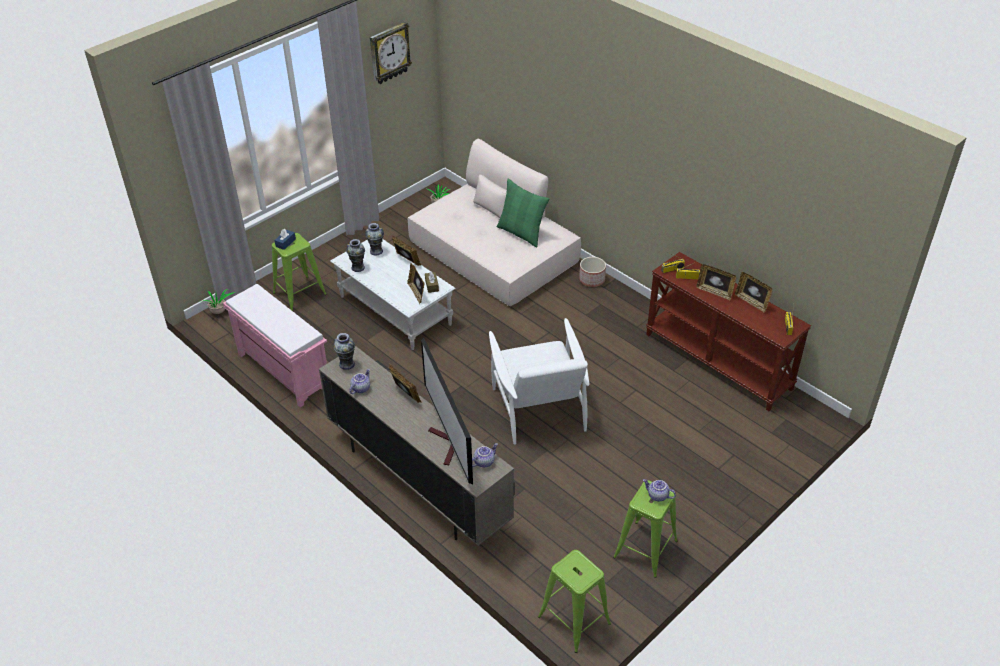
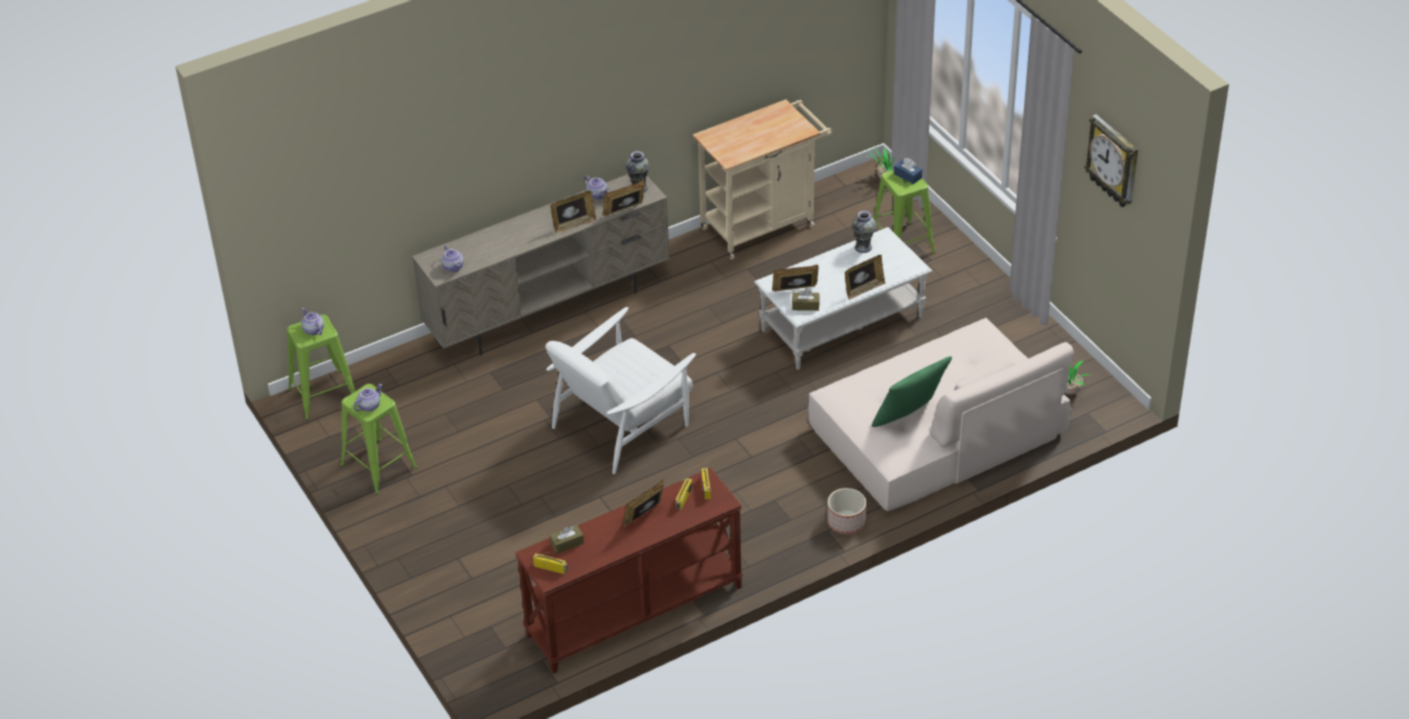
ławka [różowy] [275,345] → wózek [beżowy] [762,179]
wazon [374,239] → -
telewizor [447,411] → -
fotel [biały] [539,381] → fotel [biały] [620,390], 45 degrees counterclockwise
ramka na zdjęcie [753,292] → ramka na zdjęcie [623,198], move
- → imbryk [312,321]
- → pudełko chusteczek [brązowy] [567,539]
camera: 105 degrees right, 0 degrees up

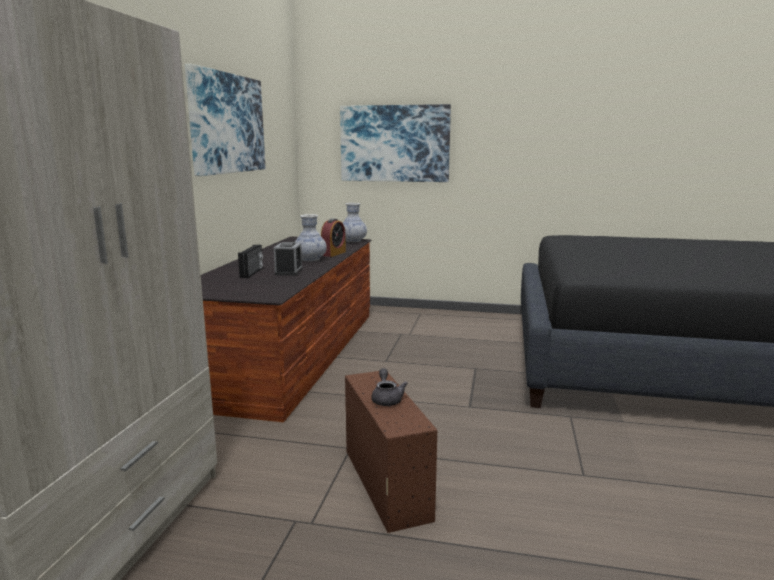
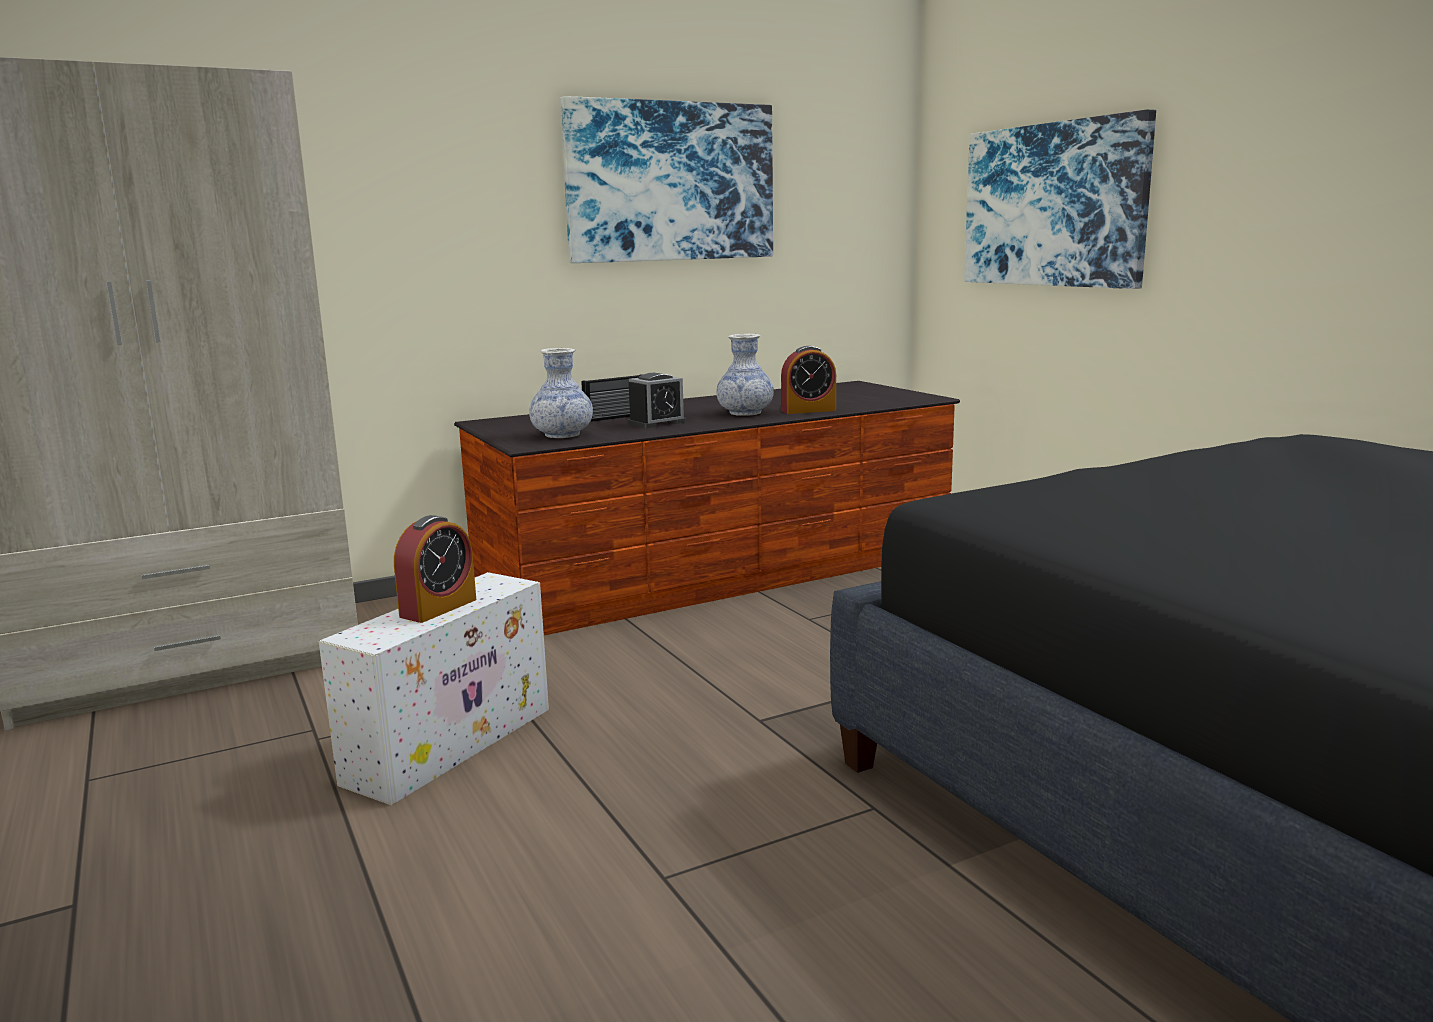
wazon [355,222] → wazon [561,393], move
pojemnik do przechowywania [brązowy] [391,452] → pojemnik do przechowywania [biały] [434,688]
imbryk [szary] [389,387] → budzik [435,569]
camera: 50 degrees right, 0 degrees up

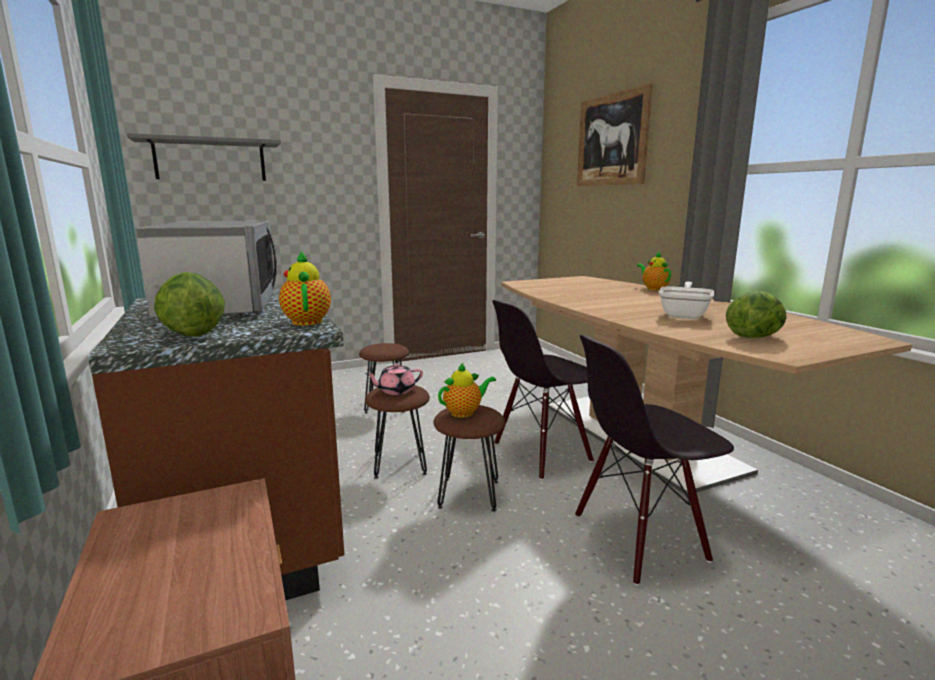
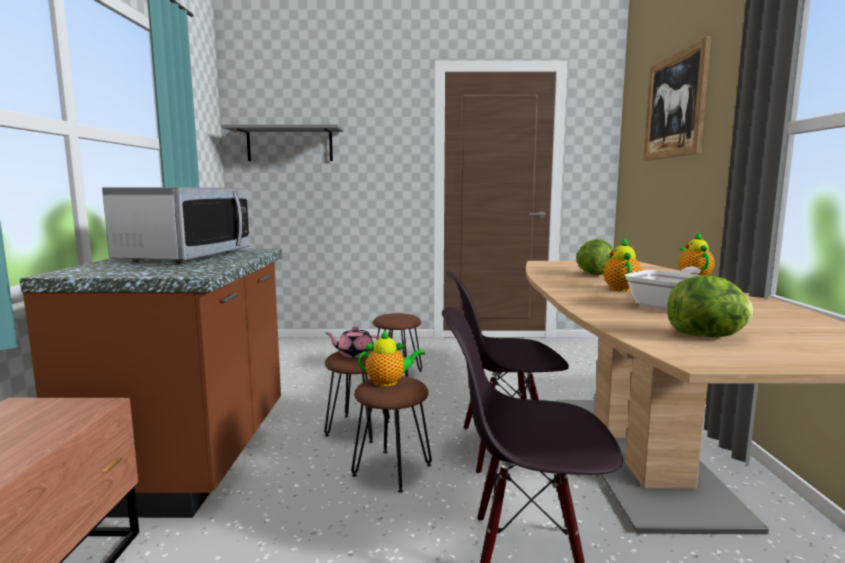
sałata [189,304] → sałata [594,257], move
imbryk [305,288] → imbryk [622,265], move
camera: 25 degrees right, 5 degrees down

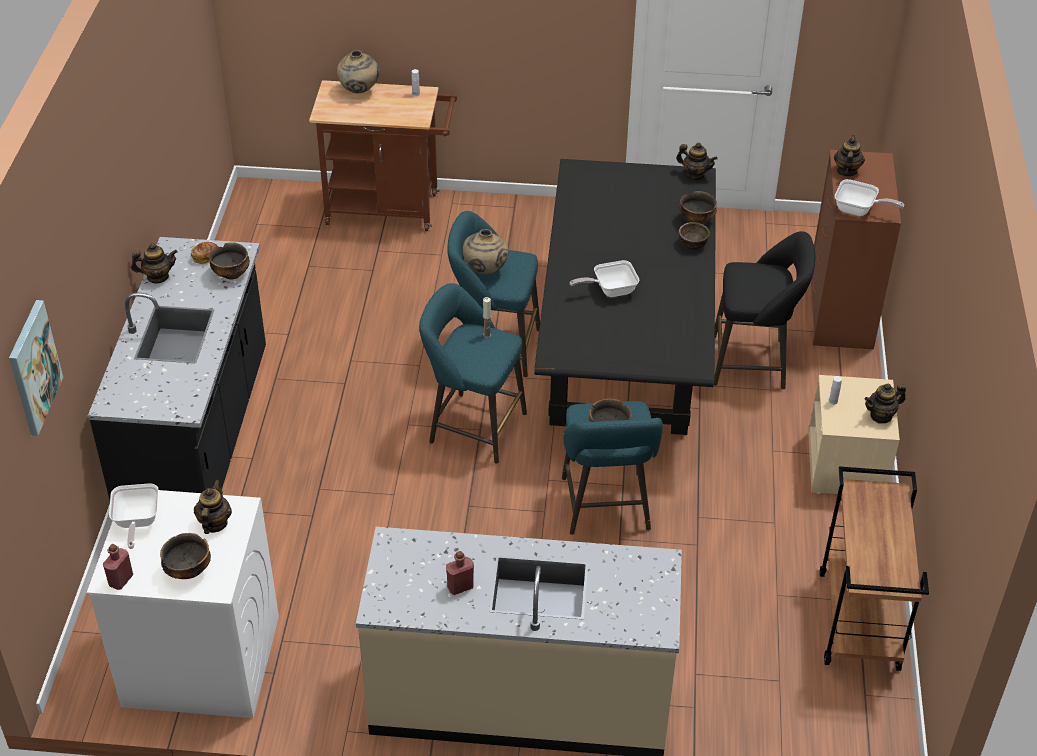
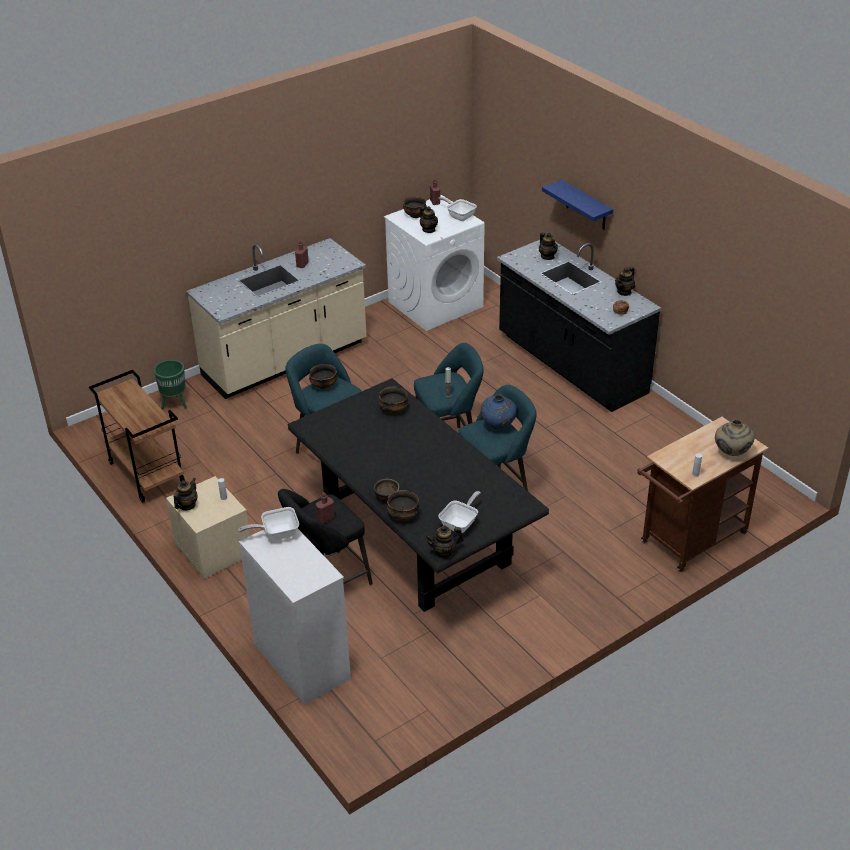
obraz [36,368] → -
miska [229,261] → miska [393,400], move
wazon [beżowy] [486,251] → wazon [niebieski] [499,411]
patelnia [605,278] → patelnia [459,512], move
komoda [brązowy] [856,249] → komoda [biały] [295,616]
imbryk [849,156] → imbryk [548,246], move
- → donica [zielony] [170,385]
- → butelka [czerwony] [325,507]
- → półka [niebieski] [577,205]
camera: 140 degrees right, 5 degrees down

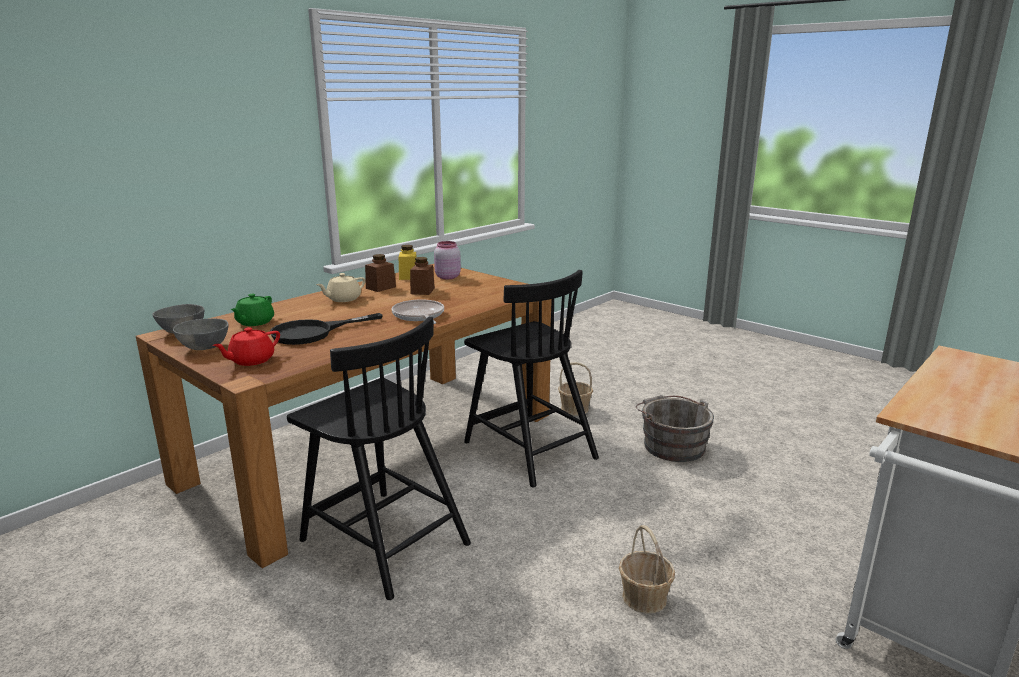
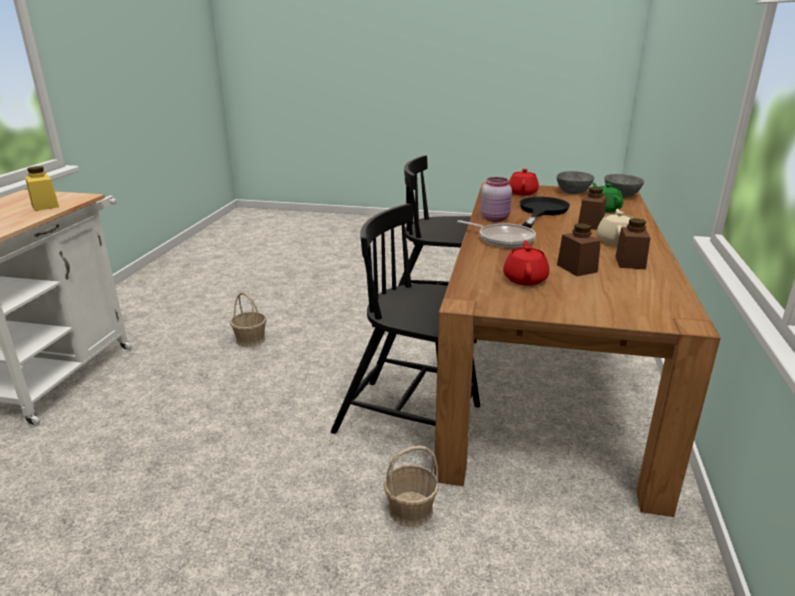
słoik [żółty] [408,262] → słoik [żółty] [42,188], move
słoik [różowy] [447,260] → słoik [różowy] [496,199], move
wiadro [szary] [674,428] → -
- → imbryk [czerwony] [526,262]
- → słoik [brązowy] [592,208]
camera: 150 degrees right, 5 degrees up

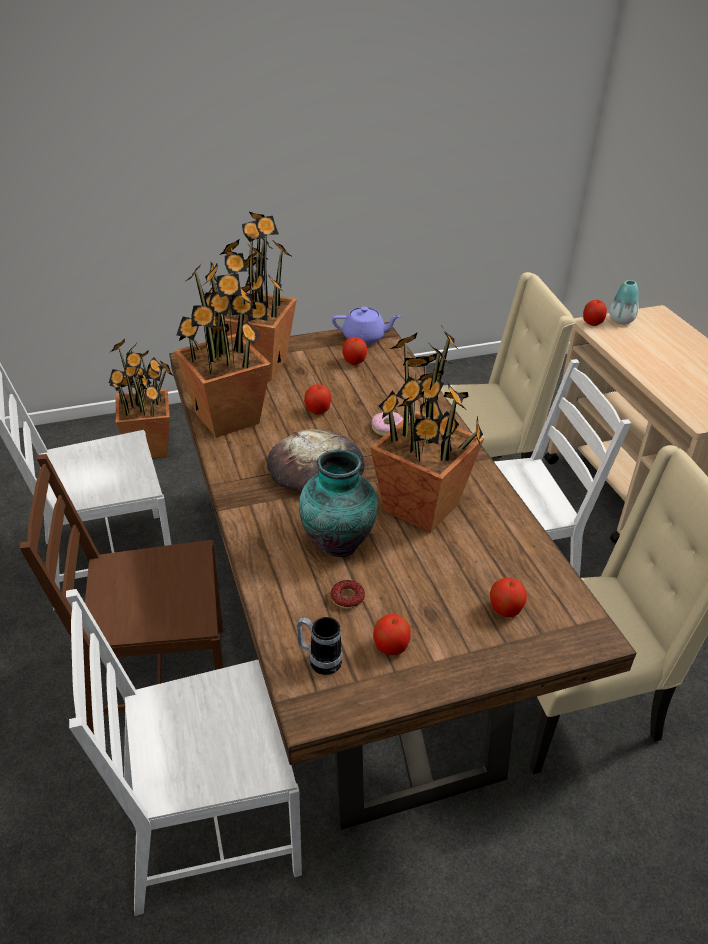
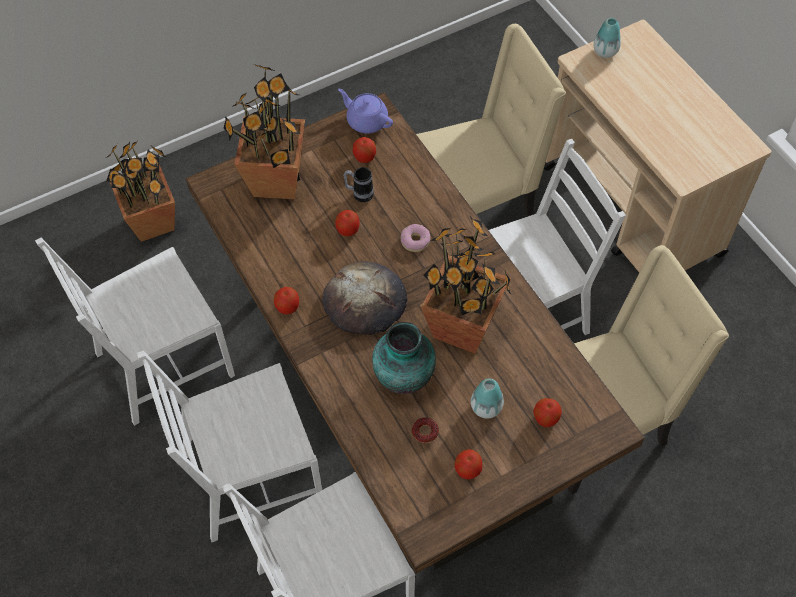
krzesło [brązowy] [121,593] → krzesło [biały] [229,446]
roślina doniczkowa [222,350] → -
kubek [319,646] → kubek [359,184], move
imbryk [fioletowy] [366,326] → imbryk [fioletowy] [365,111], 135 degrees counterclockwise
jabłko [595,313] → jabłko [286,301], move
- → wazon [487,398]
camera: 10 degrees left, 20 degrees up

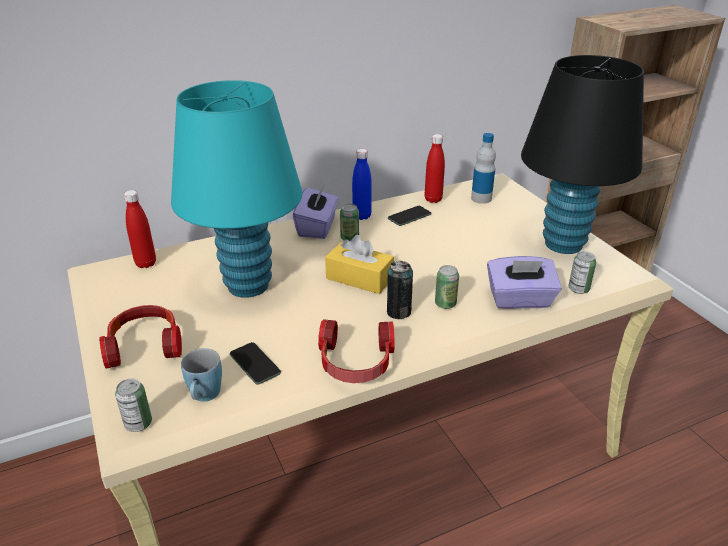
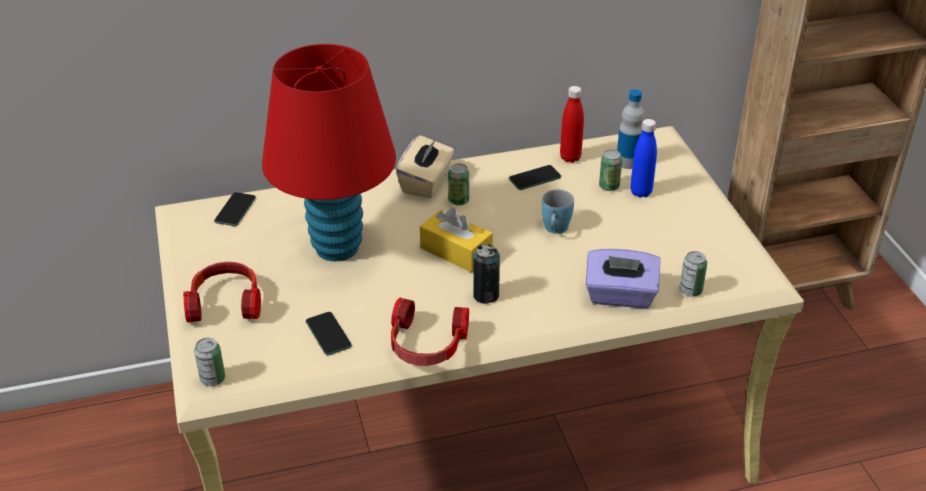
butelka [czerwony] [140,229] → telefon [235,209]
lampa stołowa [turkusowy] [236,189] → lampa stołowa [czerwony] [329,152]
kubek [niebieski] [201,375] → kubek [niebieski] [558,211], move
pudełko chusteczek [fioletowy] [315,211] → pudełko chusteczek [beżowy] [425,166]
butelka [niebieski] [362,184] → butelka [niebieski] [643,158], move
puszka [447,287] → puszka [610,170], move
lampa stołowa [czarny] [582,154] → -
camera: 10 degrees right, 5 degrees up

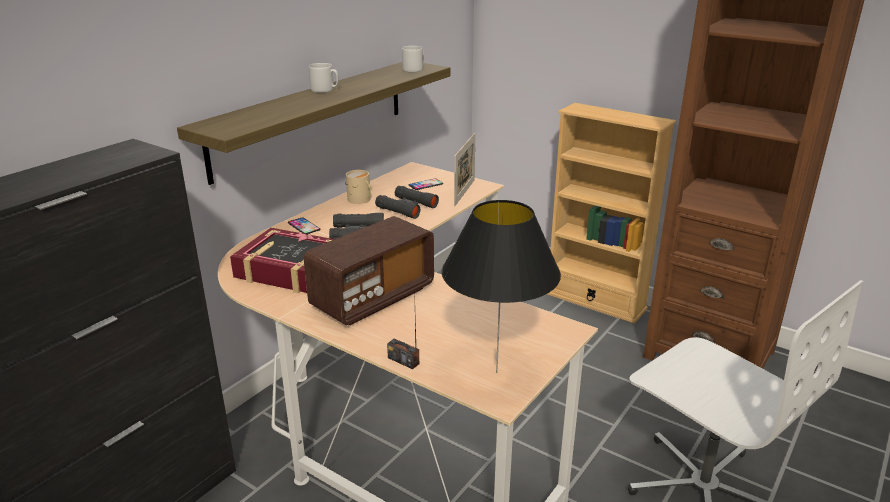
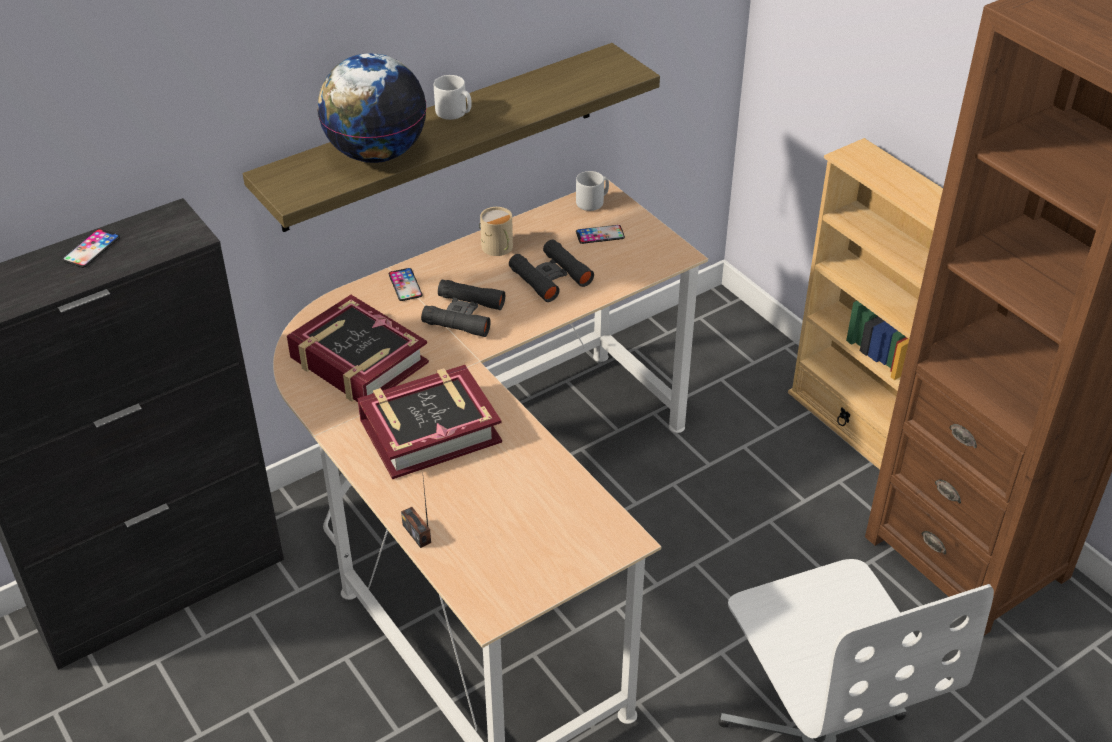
radio [369,270] → książka [429,422]
kubek [szary] [413,59] → kubek [szary] [592,191], move
lampa stołowa [czarny] [501,286] → -
ramka na zdjęcie [465,169] → -
- → telefon [91,248]
- → globus [371,108]
camera: 20 degrees right, 15 degrees up

